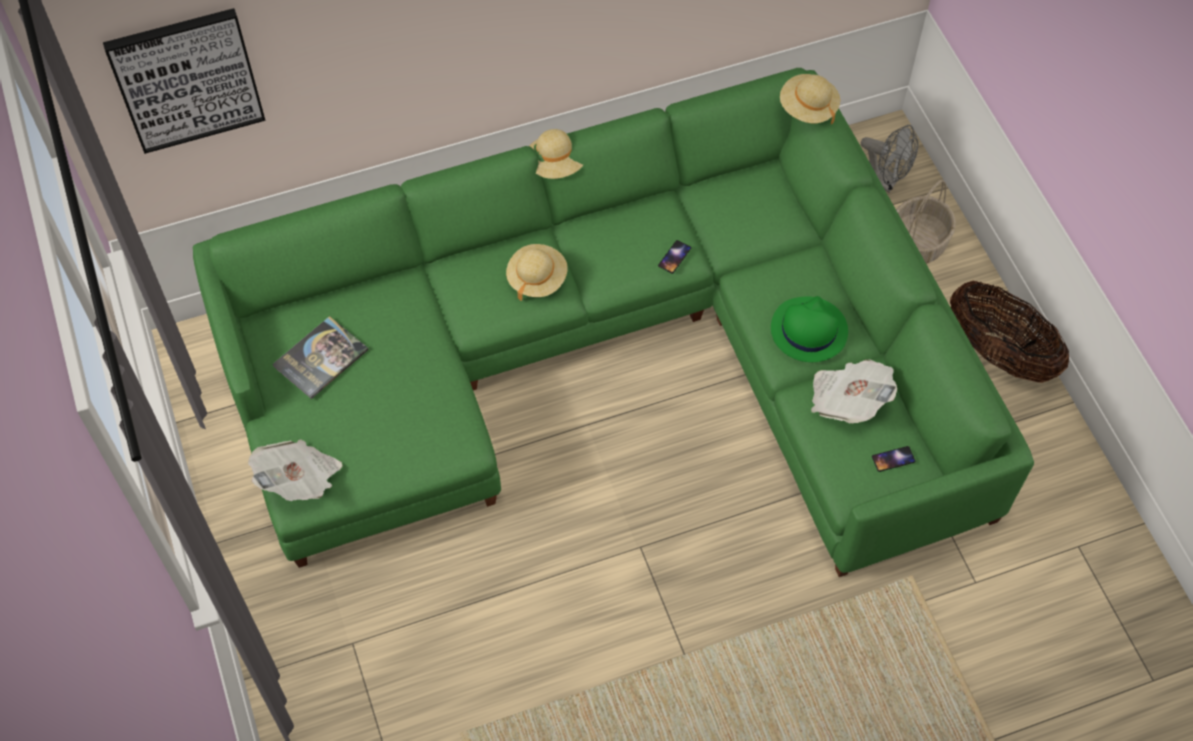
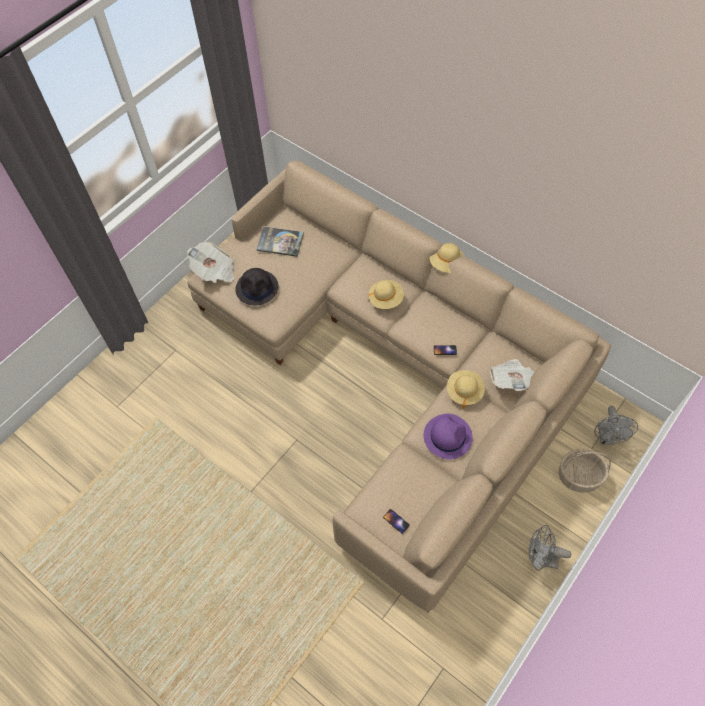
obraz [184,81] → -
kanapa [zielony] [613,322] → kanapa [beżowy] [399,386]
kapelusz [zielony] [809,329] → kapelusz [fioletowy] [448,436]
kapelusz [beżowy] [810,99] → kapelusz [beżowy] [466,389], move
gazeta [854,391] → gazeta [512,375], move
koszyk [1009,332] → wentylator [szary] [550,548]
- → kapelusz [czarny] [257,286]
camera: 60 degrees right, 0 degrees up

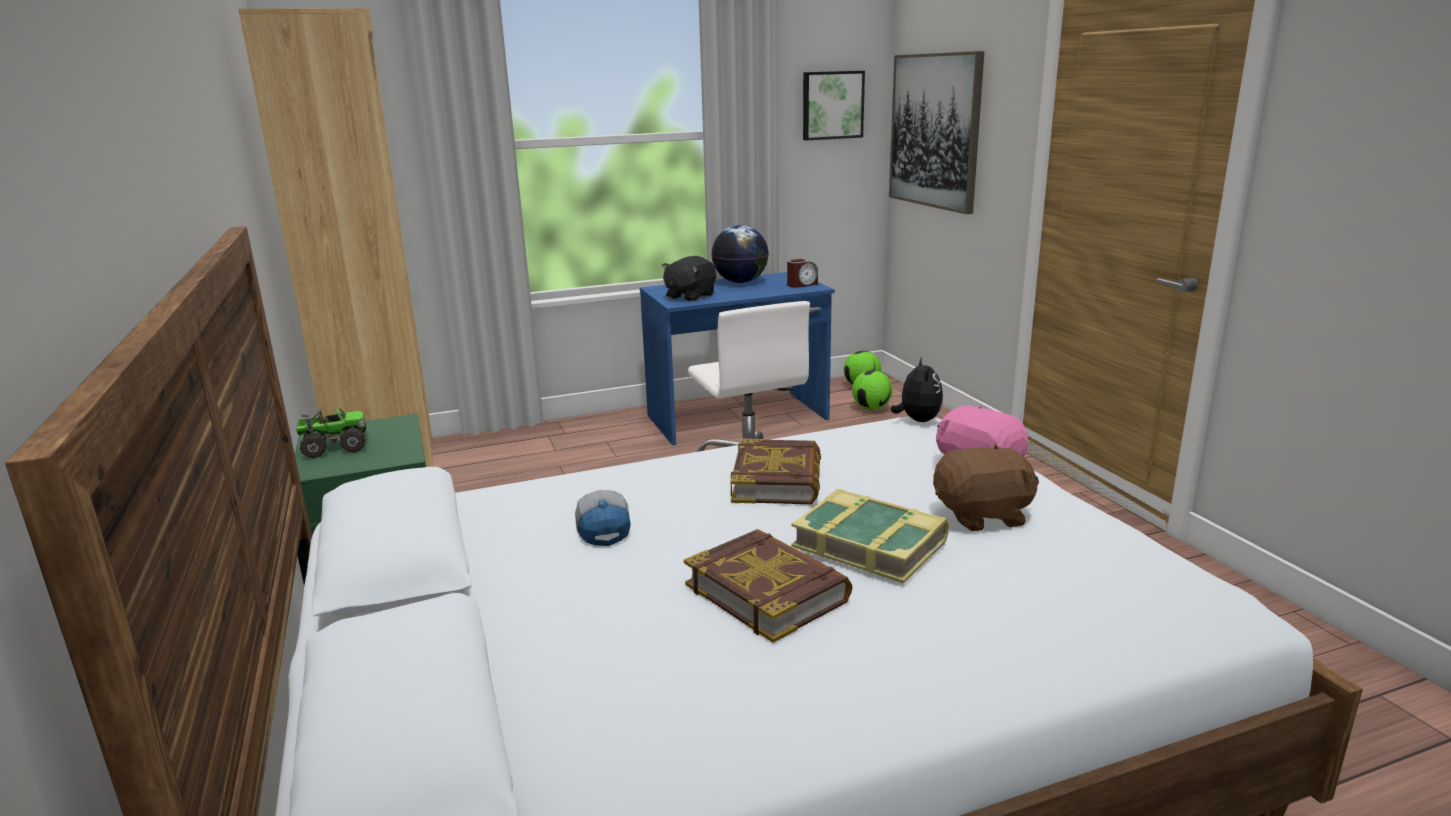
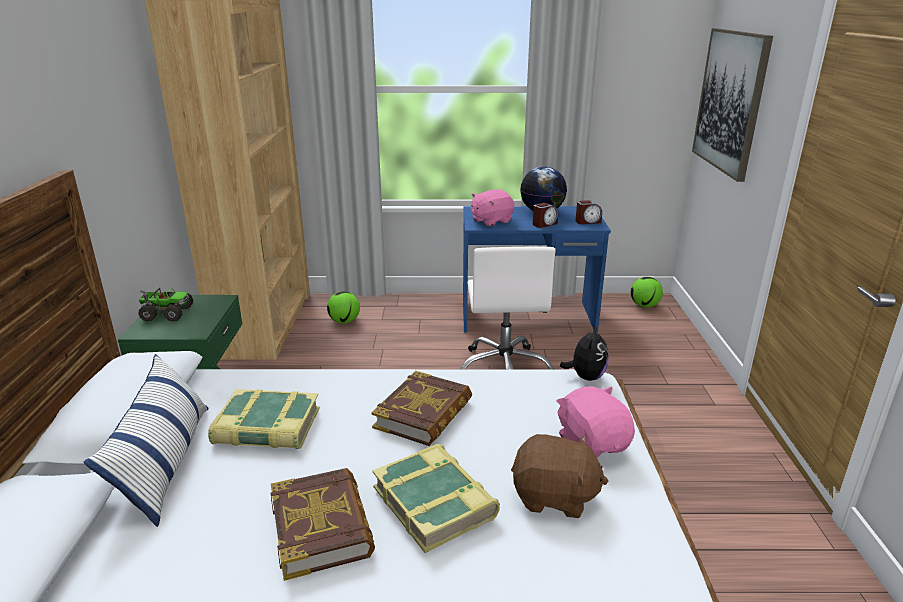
czapka z daszkiem [602,518] → książka [264,419]
pluszak [czarny] [689,279] → pluszak [różowy] [492,208]
obraz [834,105] → -
piłka futbolowa [872,390] → piłka futbolowa [343,307], move
- → poduszka [146,440]
- → budzik [545,215]
camera: 20 degrees right, 5 degrees up

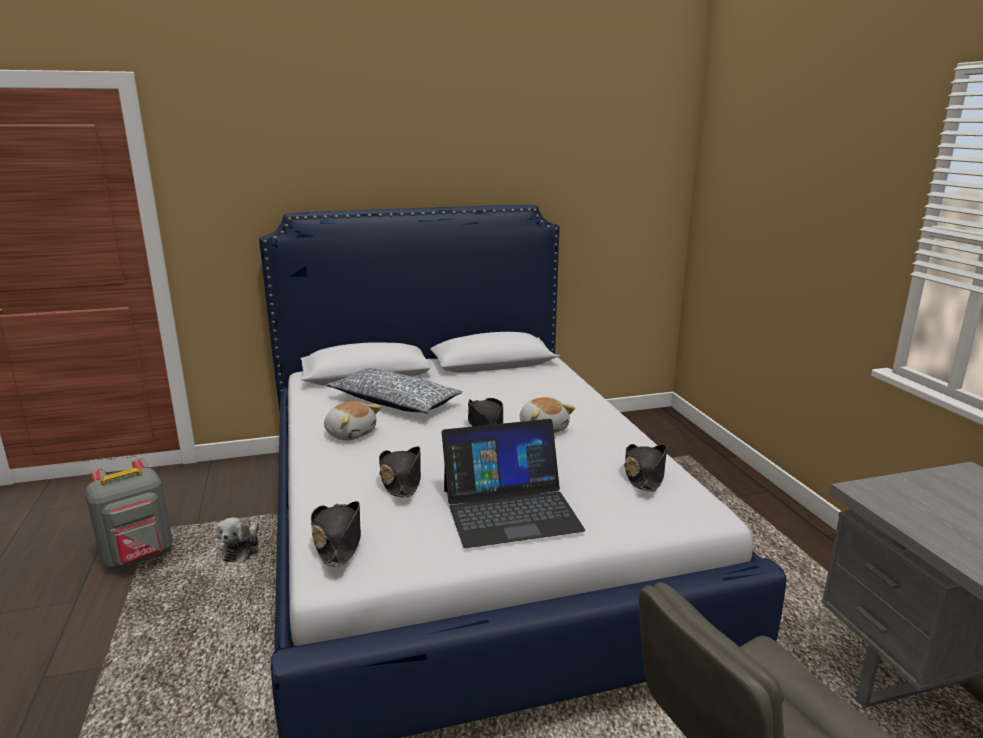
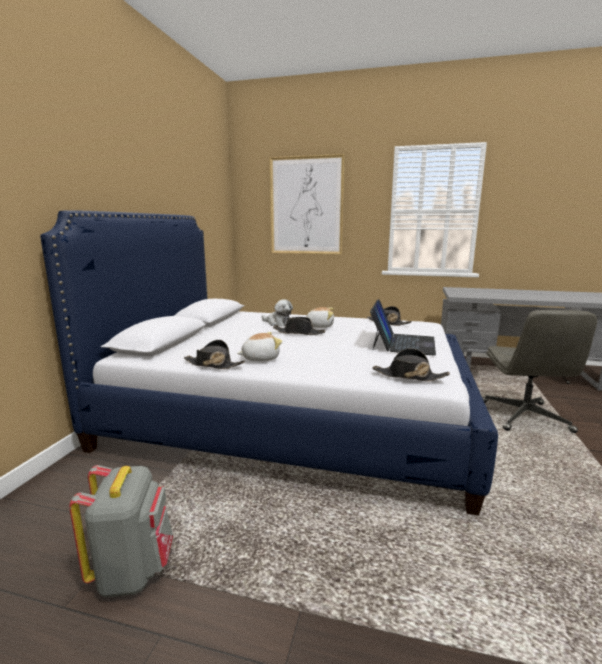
pluszak [237,539] → pluszak [277,313], move
poduszka [394,391] → -
kapelusz [czarny] [400,472] → kapelusz [czarny] [214,354], move
- → obraz [307,204]
camera: 60 degrees left, 5 degrees down

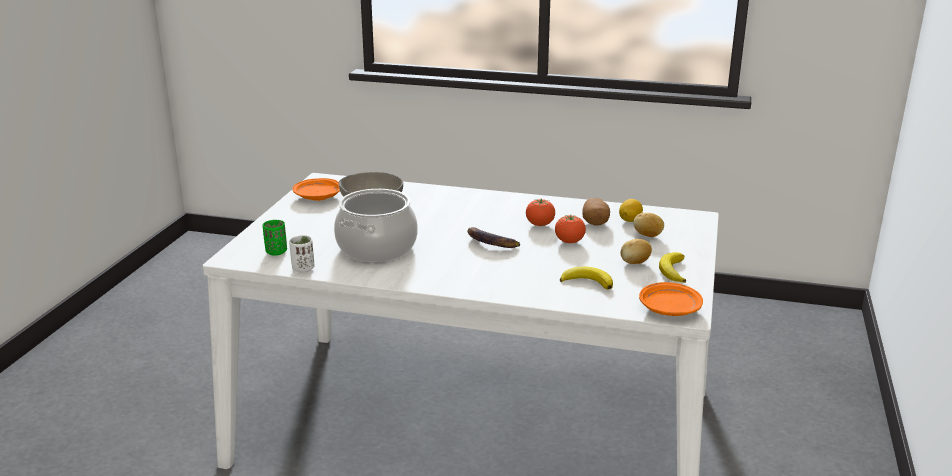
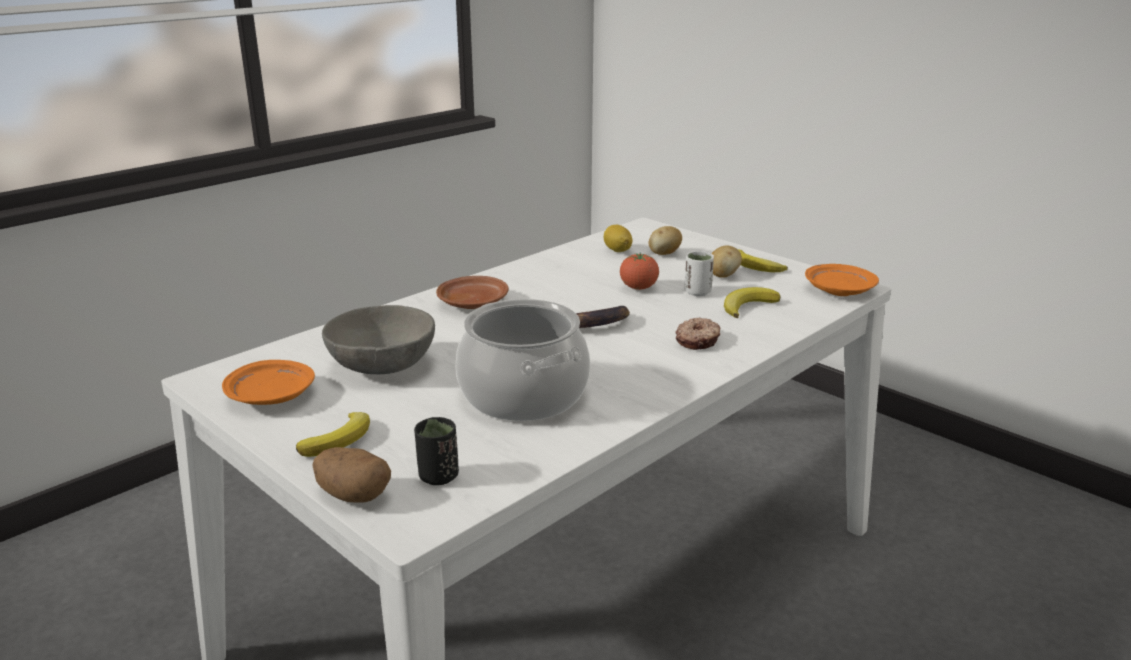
filiżanka [zielony] [274,238] → filiżanka [czarny] [436,451]
filiżanka [biały] [302,254] → filiżanka [biały] [699,273], move
pomidor [540,212] → -
ziemniak [596,212] → ziemniak [351,475], move
- → banan [333,434]
- → talerz [brązowy] [472,292]
- → donut [697,333]
camera: 60 degrees left, 0 degrees up

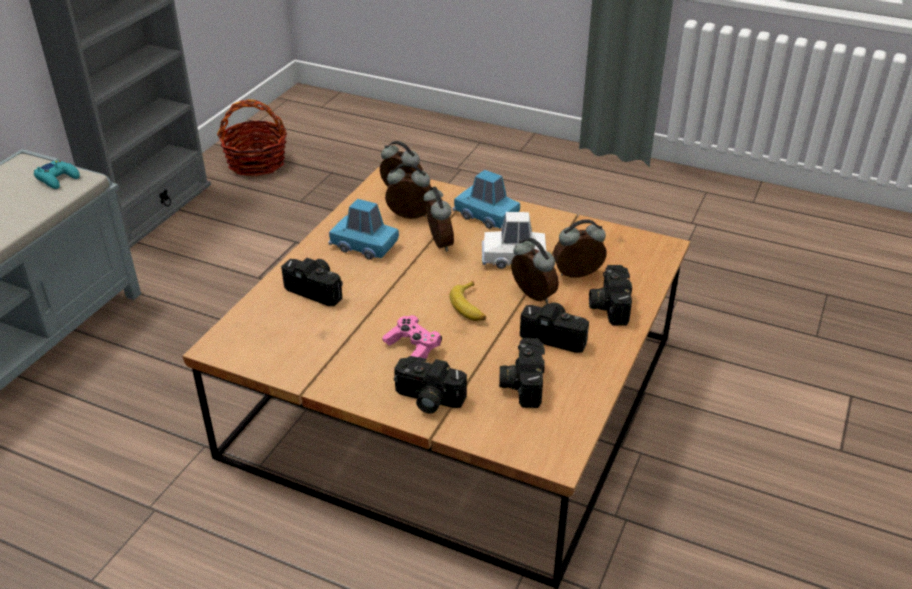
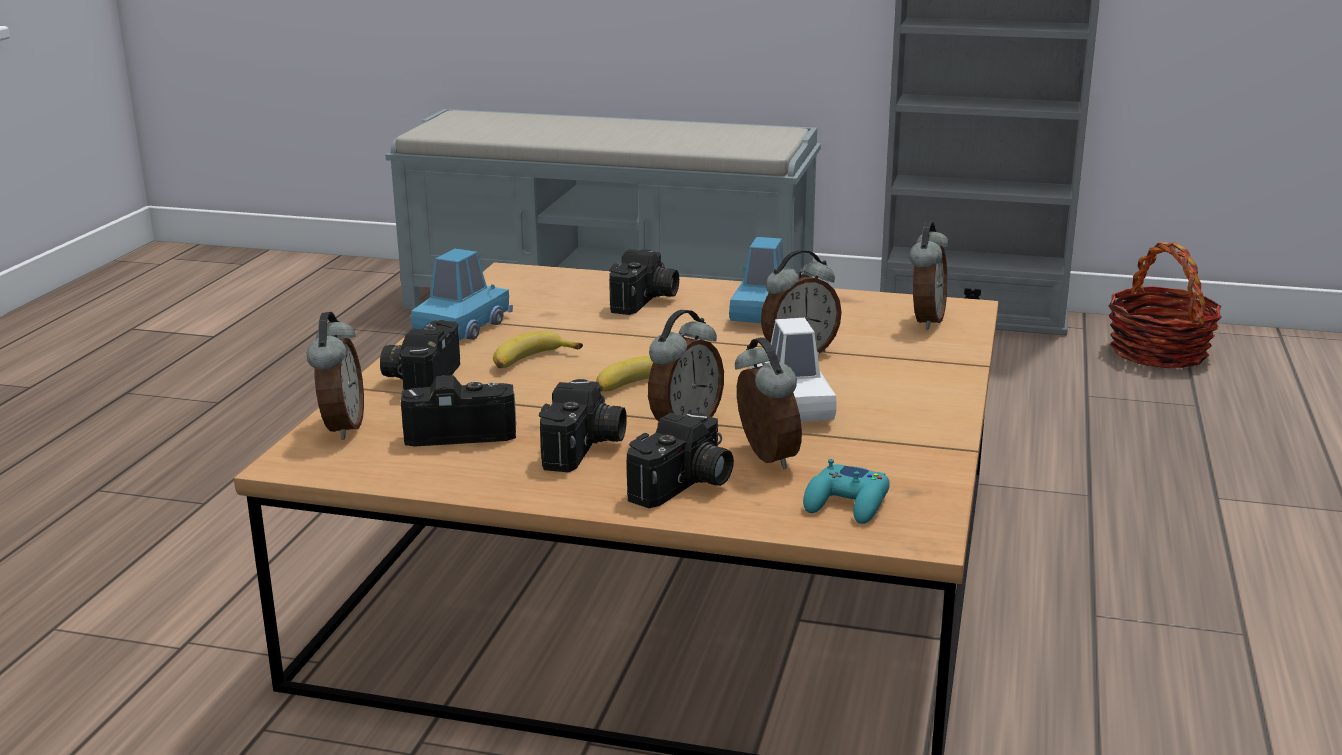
pad do gier [turkusowy] [57,175] → pad do gier [turkusowy] [846,491], move
pad do gier [różowy] [412,338] → banan [538,349]
budzik [408,191] → budzik [335,375], move
samochodzik [niebieski] [486,199] → samochodzik [niebieski] [462,294], move
aparat fotograficzny [610,295] → aparat fotograficzny [680,460], 135 degrees clockwise
camera: 80 degrees right, 15 degrees down

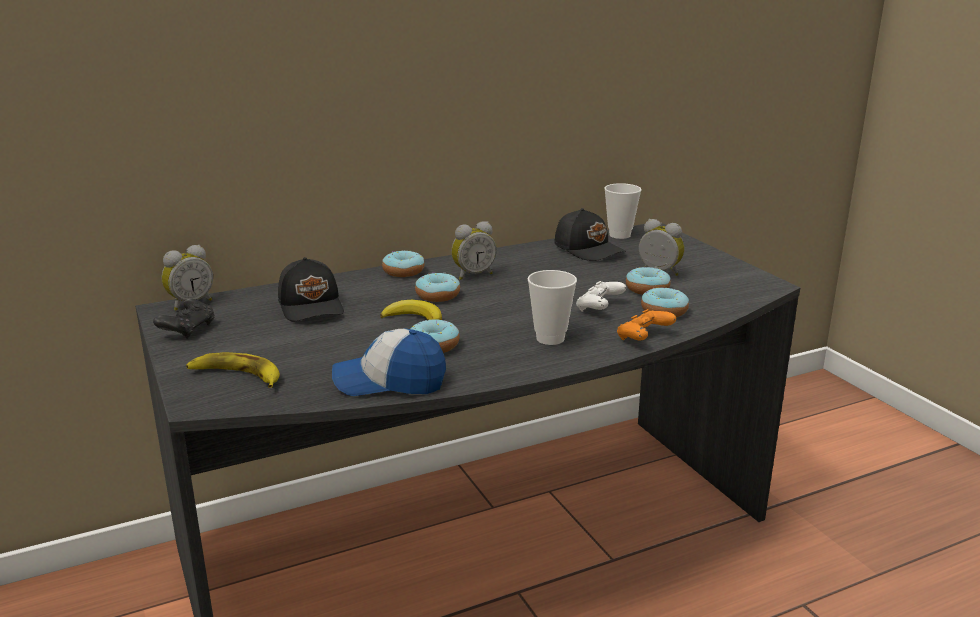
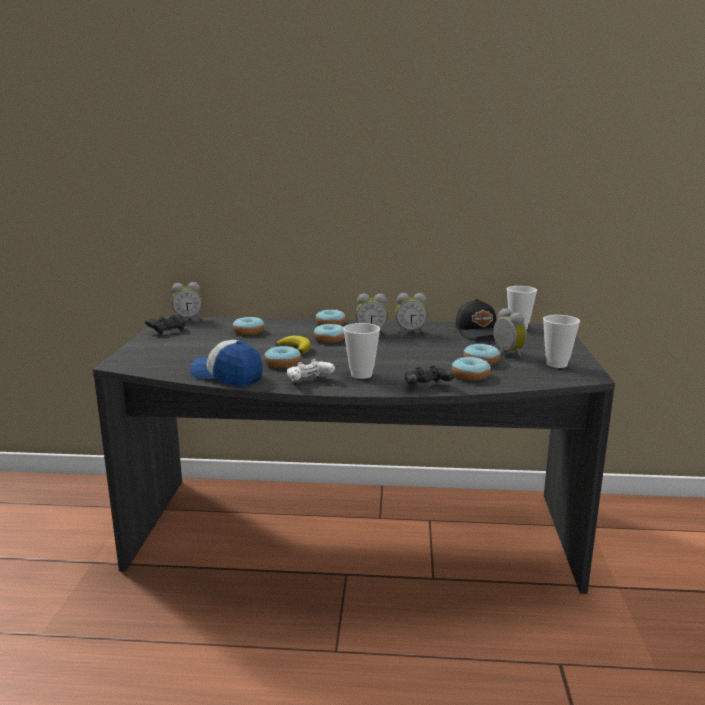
banan [233,370] → -
czapka z daszkiem [czarny] [311,289] → donut [248,326]
pad do gier [biały] [601,296] → pad do gier [biały] [311,370], move
pad do gier [pomarańczowy] [646,325] → pad do gier [czarny] [429,375]
- → budzik [411,313]
- → filiżanka [561,341]
camera: 30 degrees right, 5 degrees down

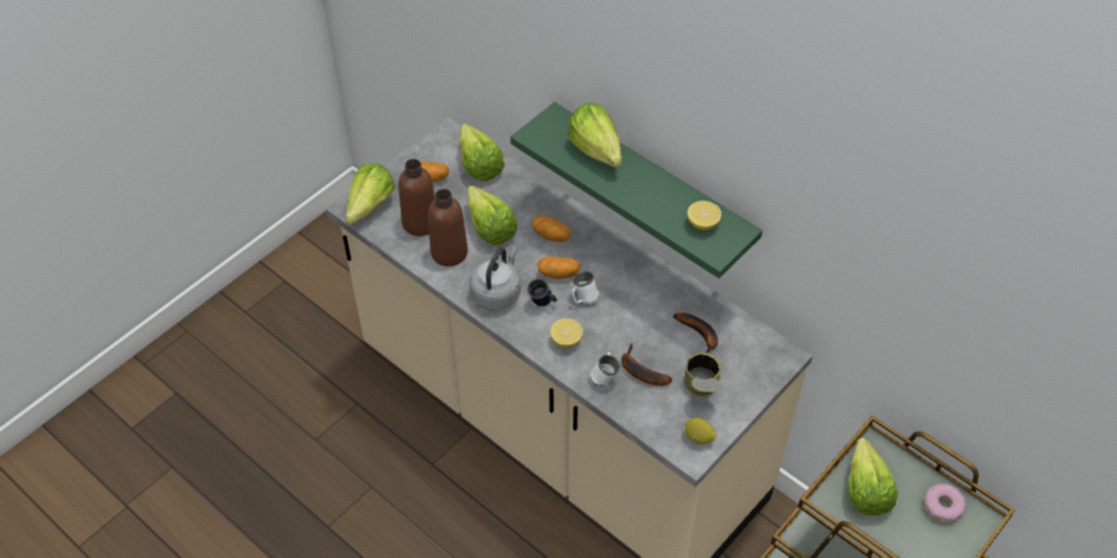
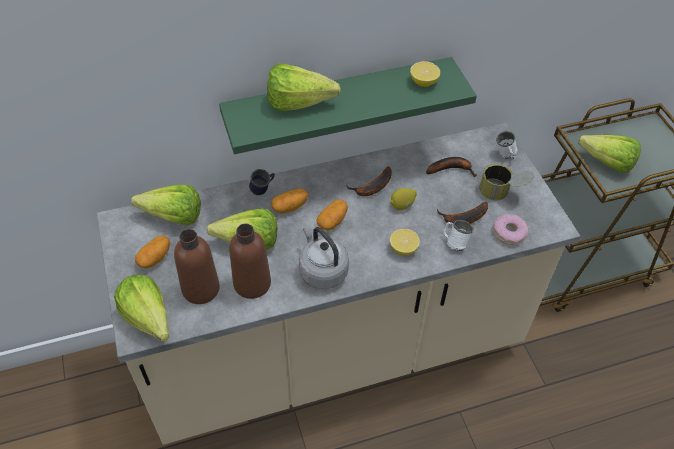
kubek [niebieski] [542,292] → kubek [niebieski] [262,182], move
kubek [biały] [585,287] → kubek [biały] [506,145], move
cytryna [701,431] → cytryna [403,199], move
donut [945,503] → donut [511,229], move
- → banan [369,181]
camera: 60 degrees left, 0 degrees up

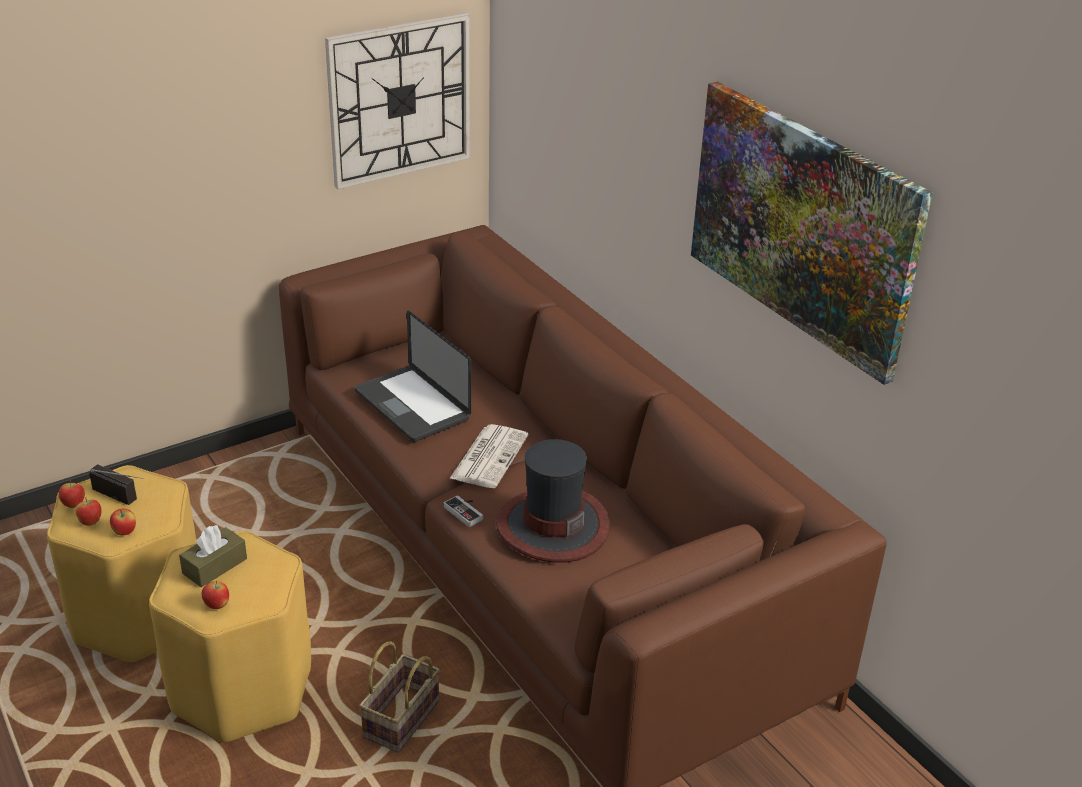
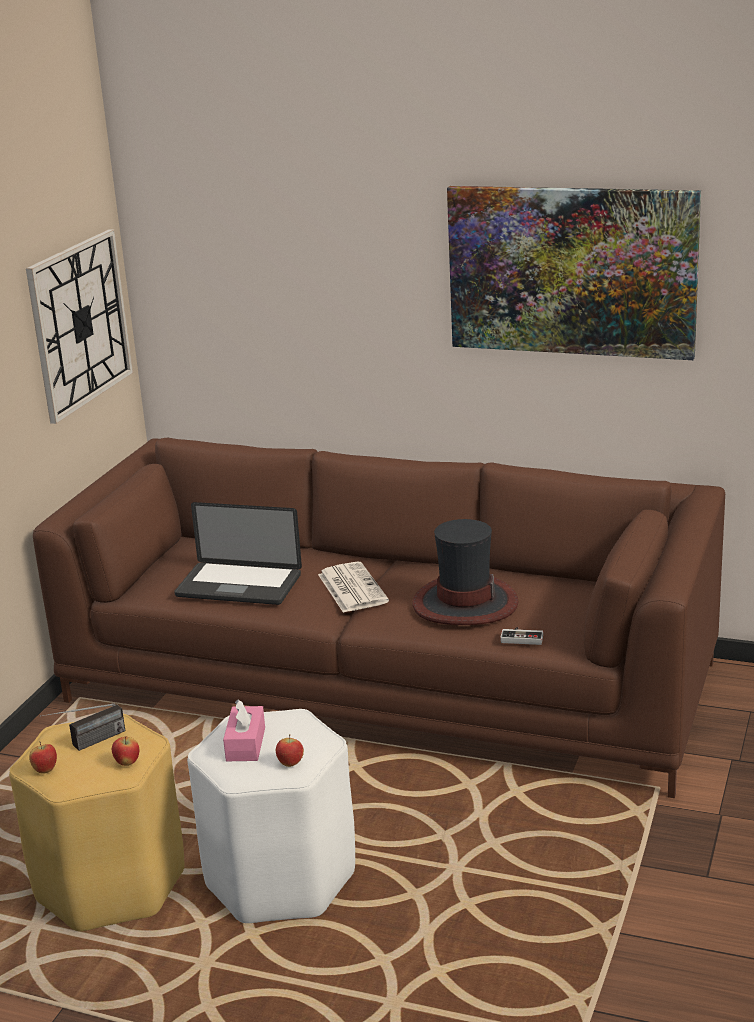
jabłko [88,511] → -
radio [116,484] → radio [82,727], 150 degrees clockwise
stołek [żółty] [230,636] → stołek [biały] [271,816]
pudełko chusteczek [brązowy] [213,556] → pudełko chusteczek [różowy] [244,730]
koszyk [399,696] → -
pad do gier [463,511] → pad do gier [521,636], move
camera: 35 degrees left, 10 degrees down

